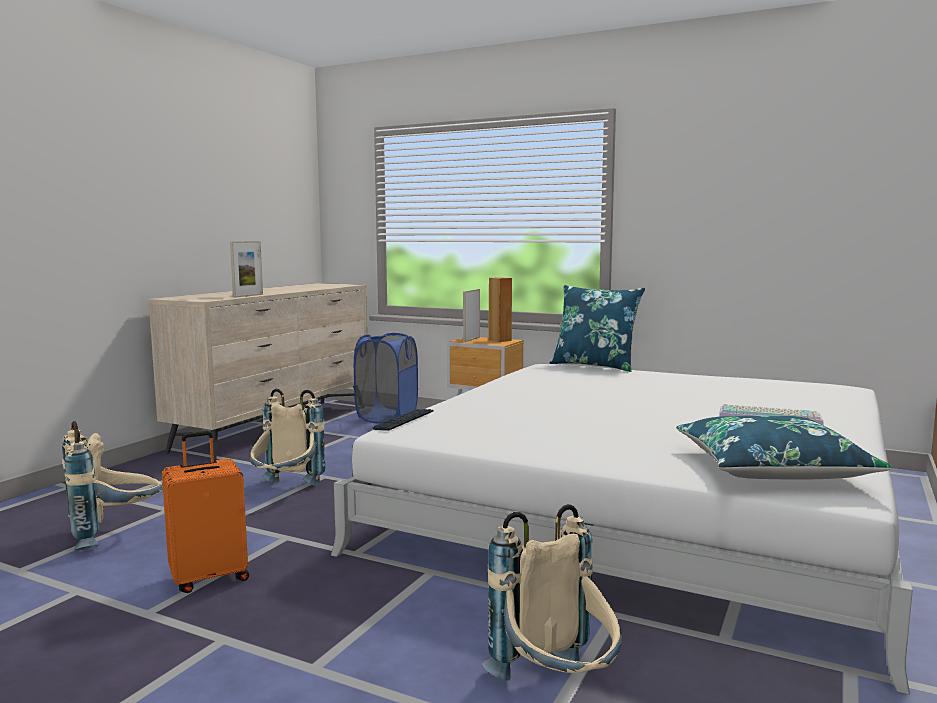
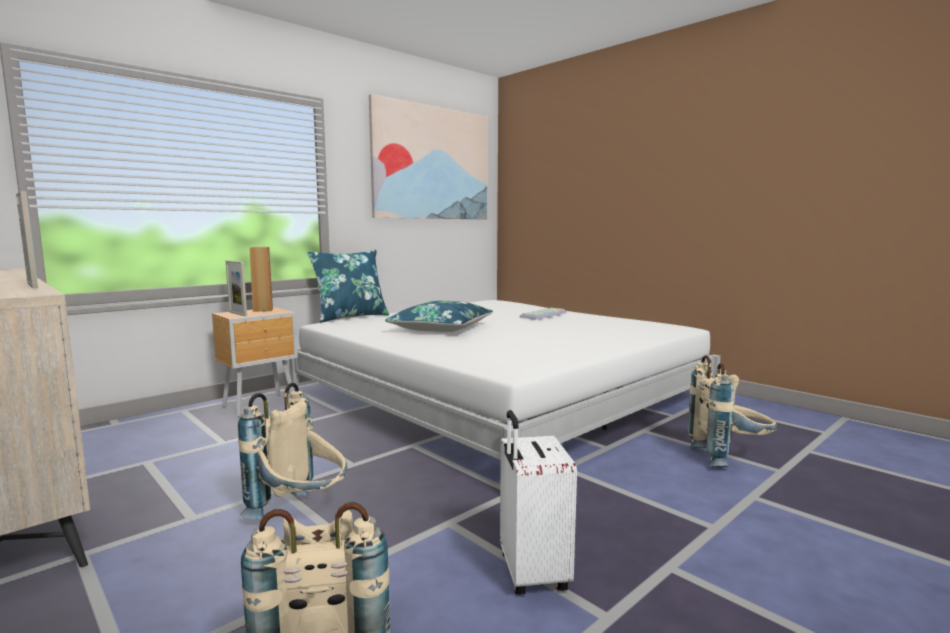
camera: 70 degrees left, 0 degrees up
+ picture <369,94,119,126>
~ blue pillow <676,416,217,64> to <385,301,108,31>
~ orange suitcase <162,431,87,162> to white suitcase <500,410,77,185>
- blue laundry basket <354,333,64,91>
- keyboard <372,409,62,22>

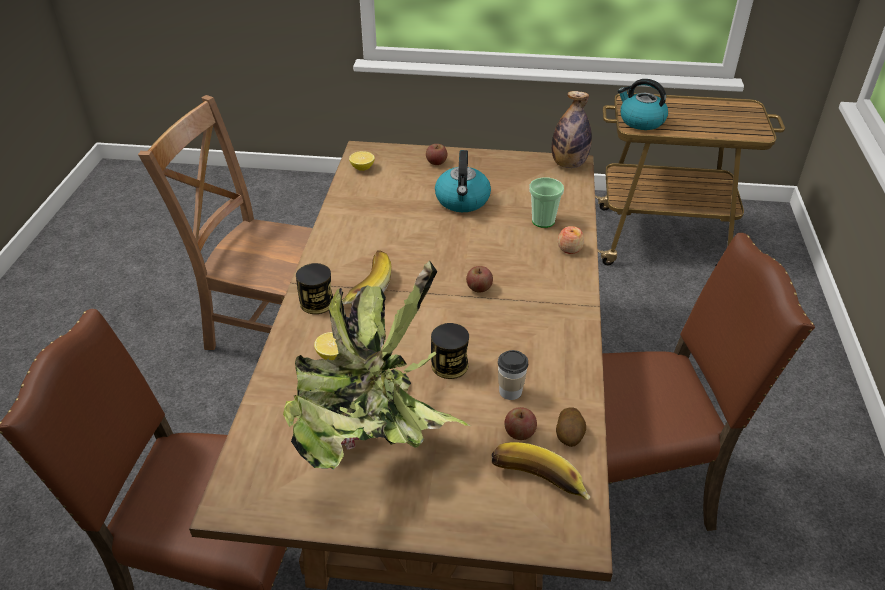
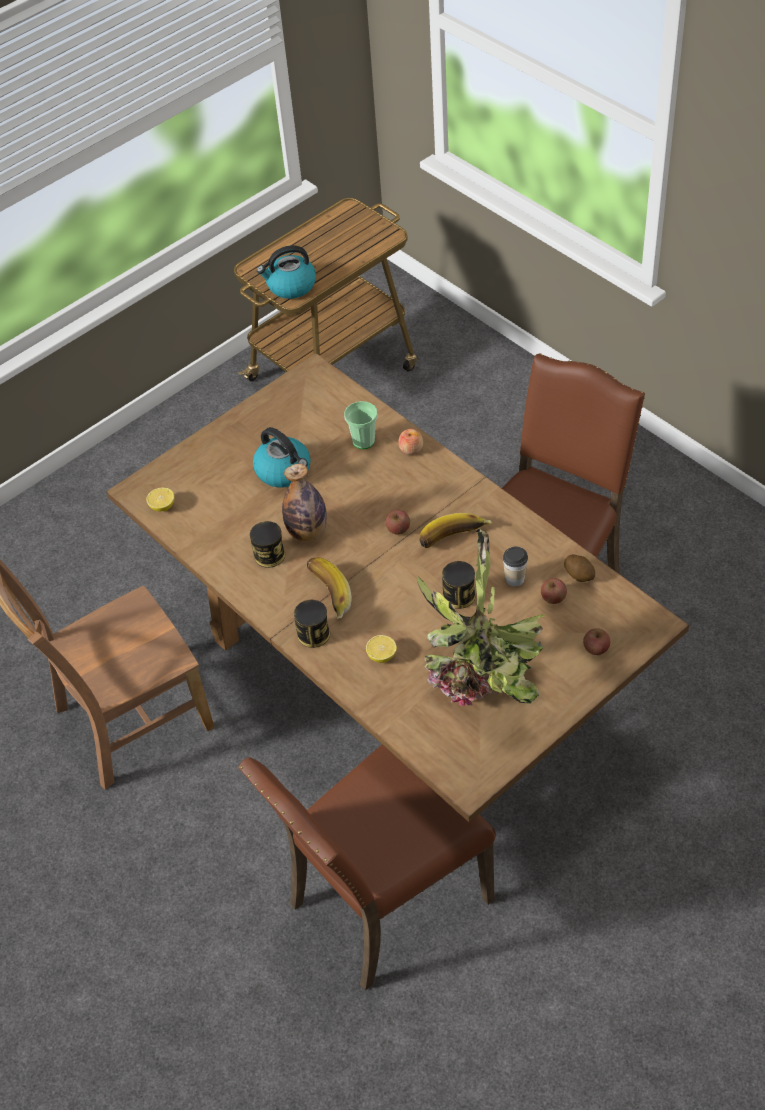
camera: 45 degrees left, 10 degrees up
+ can <250,521,35,47>
~ bottle <552,91,40,77> to <282,464,45,77>
~ banana <492,442,99,58> to <419,513,73,35>
~ apple <426,144,21,21> to <583,628,27,27>

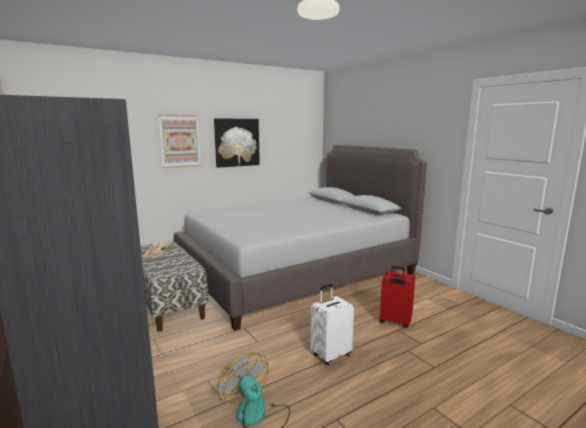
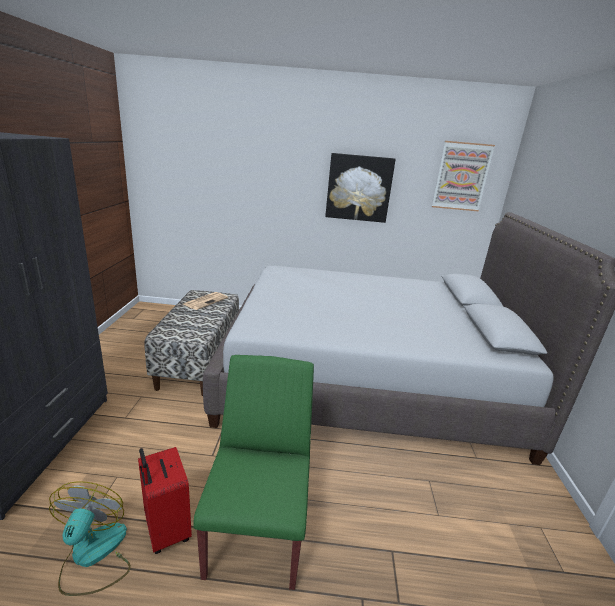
camera: 35 degrees right, 10 degrees up
~ red suitcase <379,266,36,62> to <138,447,54,107>
~ white suitcase <311,284,43,81> to green chair <193,355,121,235>
~ picture <159,115,42,53> to <432,141,63,71>

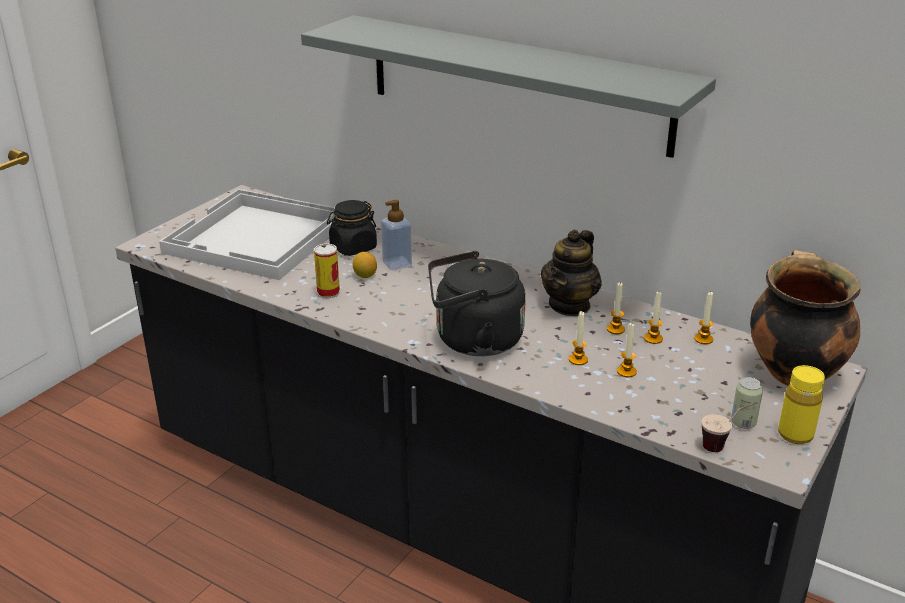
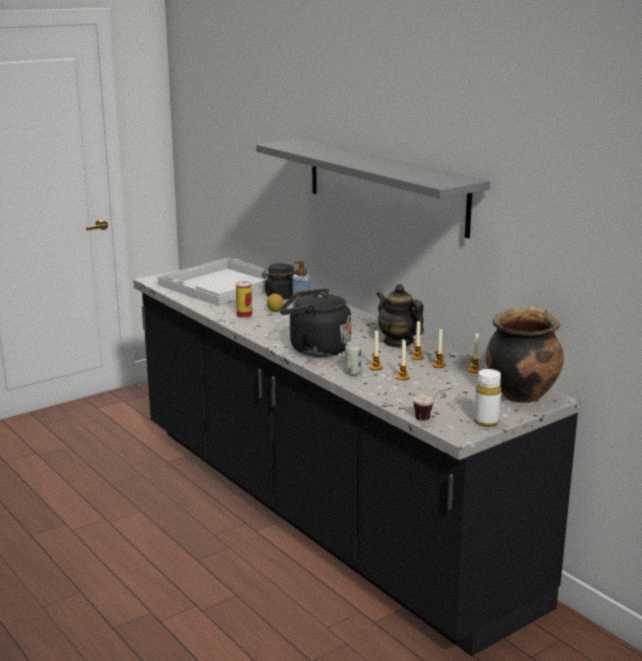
camera: 20 degrees right, 10 degrees down
~ can <731,377,32,52> to <345,341,17,34>
~ teapot <541,230,61,86> = <376,284,48,63> 90 degrees clockwise
~ yellow bottle <778,365,47,79> to white bottle <474,369,27,58>

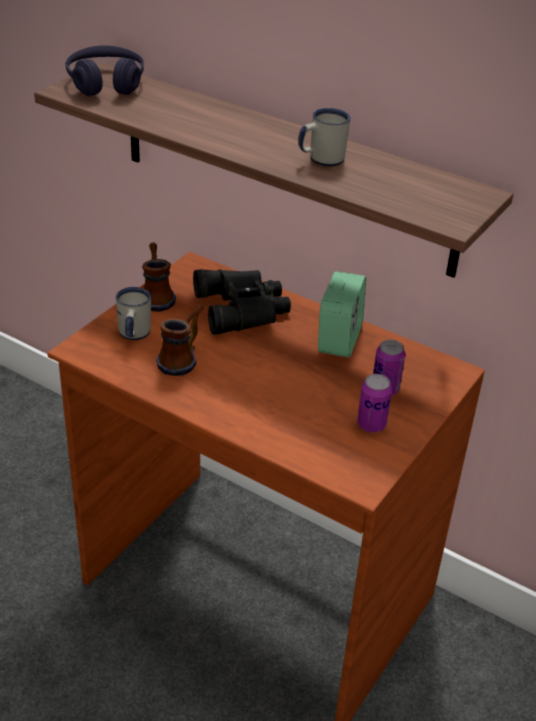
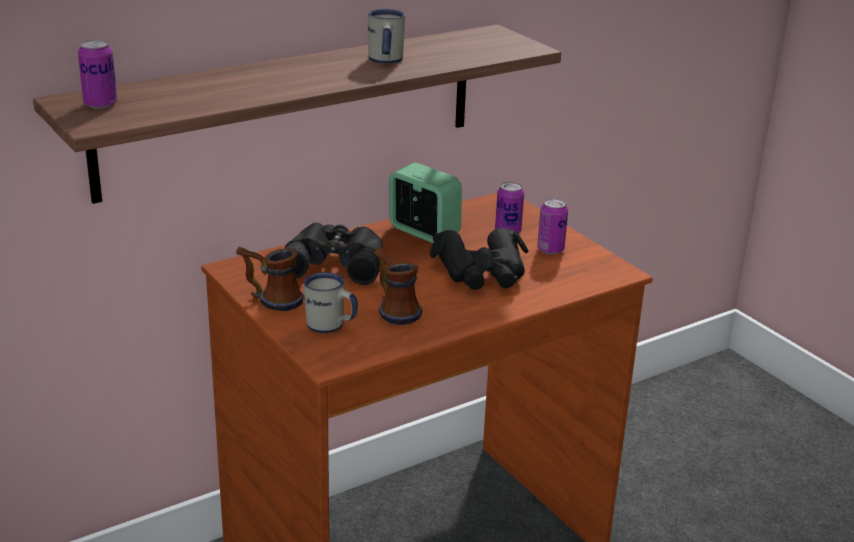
camera: 65 degrees left, 10 degrees down
~ purple headphones <66,45,78,51> to can <78,40,39,69>
+ black binoculars <430,228,99,62>

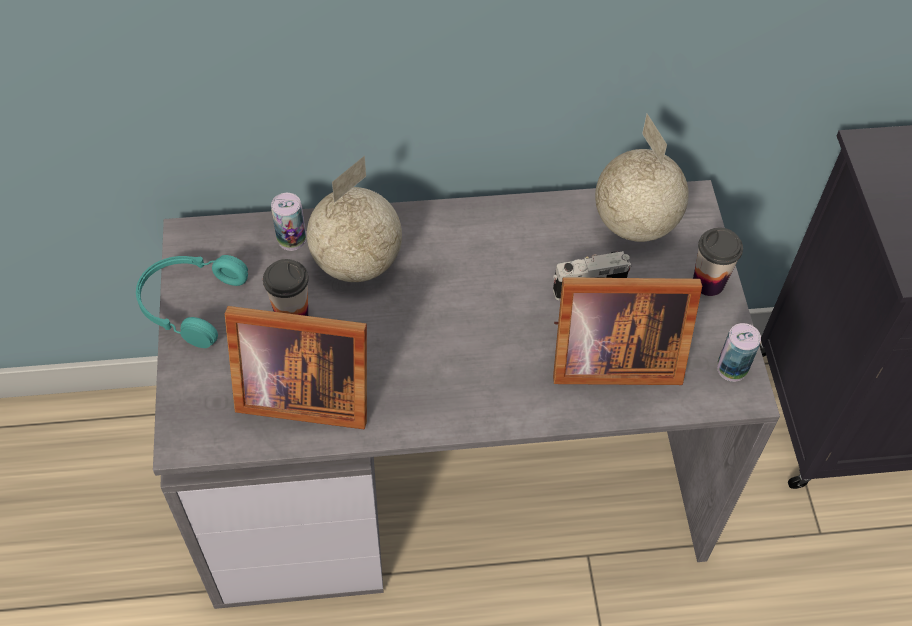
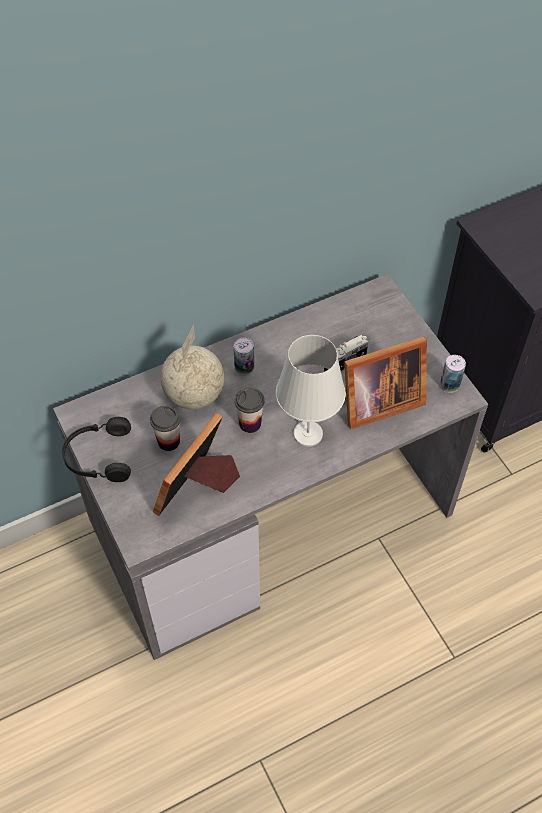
camera: 20 degrees left, 0 degrees up
~ turquoise headphones <136,255,112,93> to black headphones <62,417,69,65>
~ picture frame <225,306,142,123> = <153,413,87,103> 135 degrees clockwise
~ can <271,193,35,58> to <234,338,20,38>
~ cup <693,228,50,68> to <235,387,30,46>
+ white table lamp <276,335,70,112>
- globe <595,114,94,128>

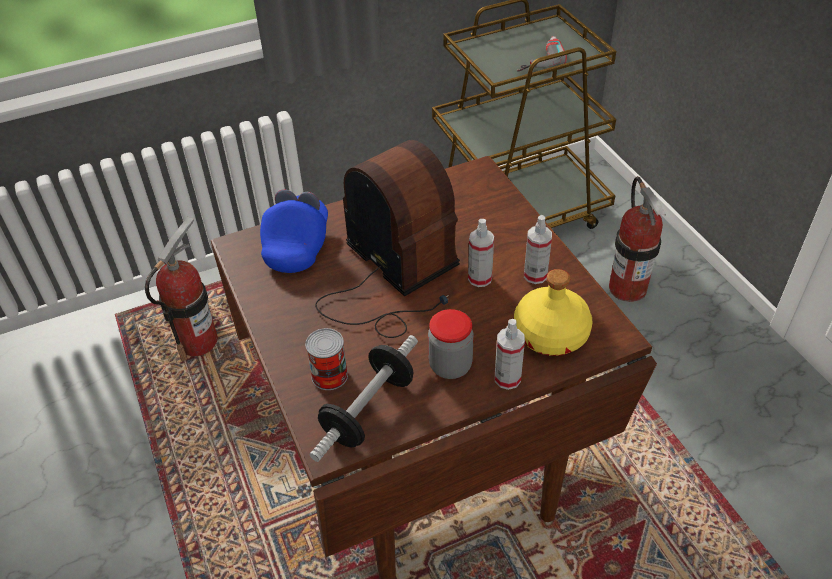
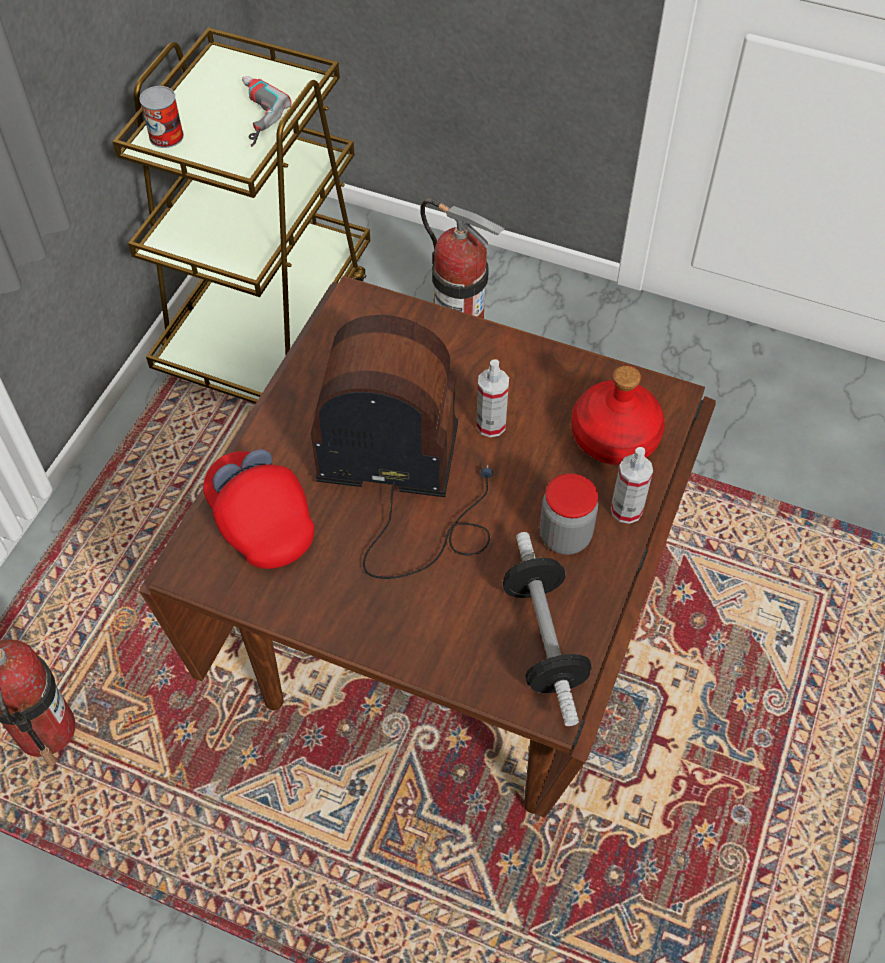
camera: 45 degrees left, 10 degrees up
~ can <305,328,43,62> to <139,86,45,62>
~ blue cap <260,189,68,84> to red cap <203,449,111,120>
~ yellow bottle <514,269,79,87> to red bottle <571,365,94,100>
- spray bottle <524,215,28,69>

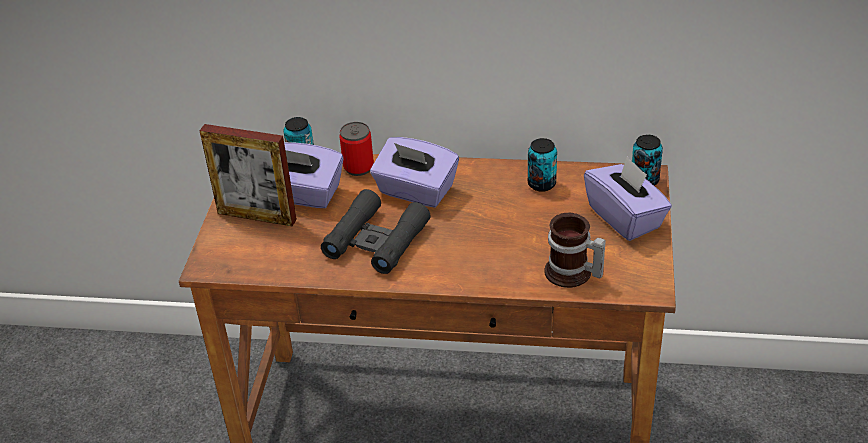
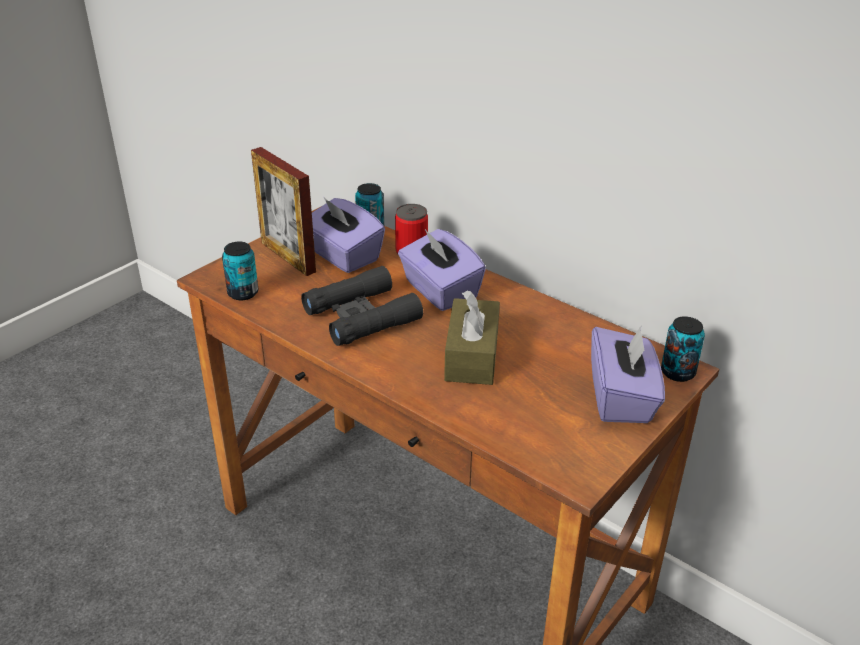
camera: 30 degrees right, 5 degrees down
~ can <528,138,29,54> to <222,242,36,58>
+ brown tissue box <444,291,56,94>
- mug <544,213,62,75>

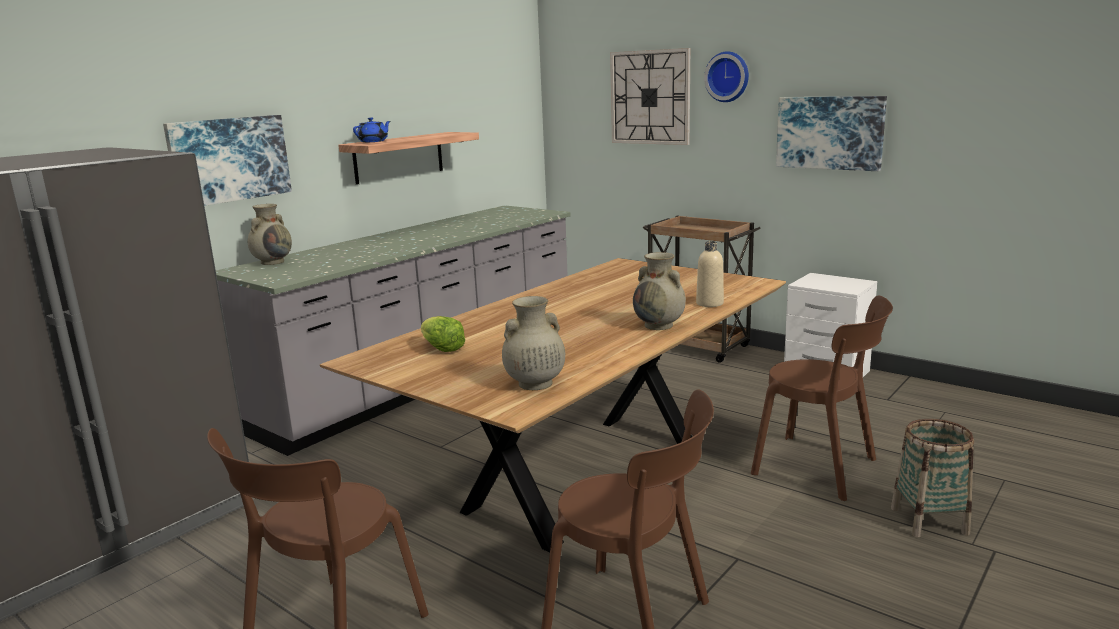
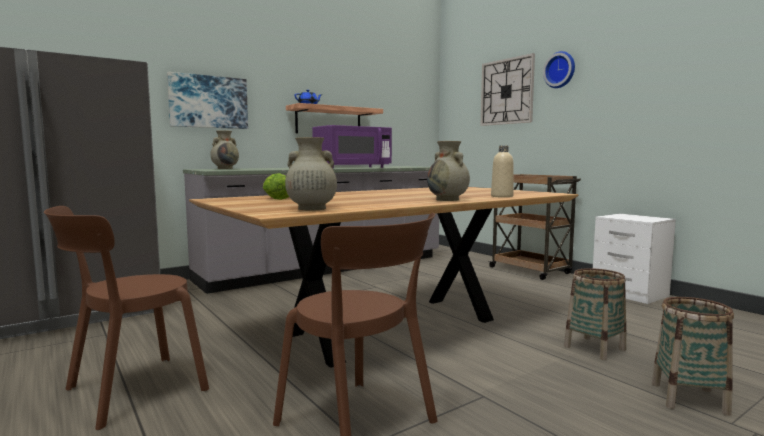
camera: 15 degrees right, 10 degrees down
+ purple microwave <312,125,80,43>
~ brown chair <751,296,142,205> to basket <564,268,62,92>
- picture <776,96,111,75>

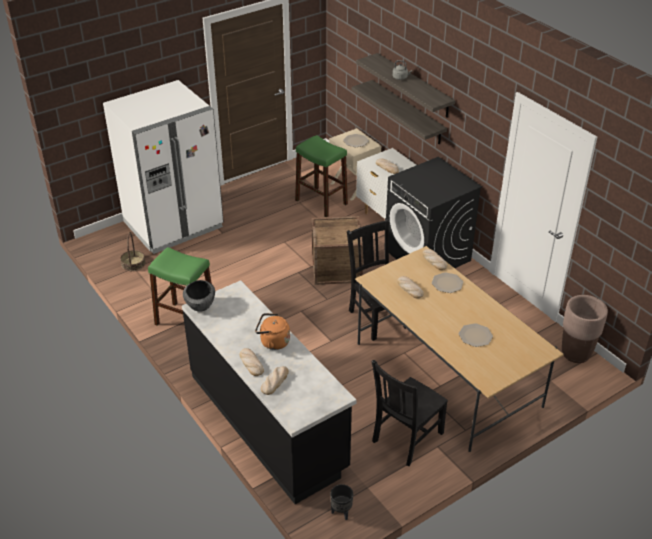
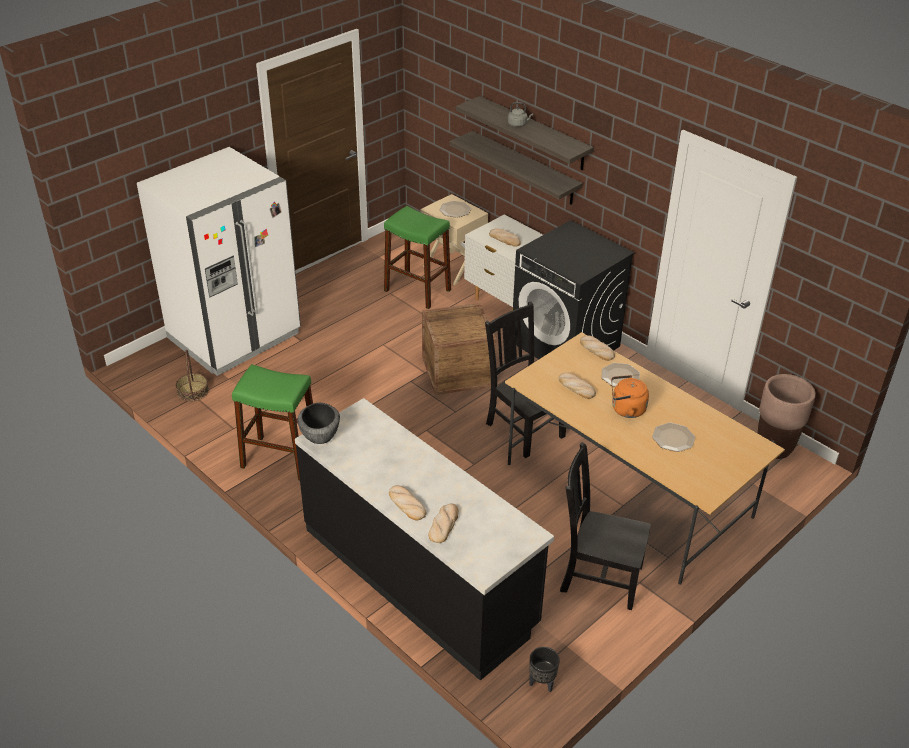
camera: 10 degrees left, 0 degrees up
~ black chair <372,360,76,106> = <560,442,91,168> 75 degrees clockwise
~ orange kettle <255,313,35,37> to <611,375,38,43>

